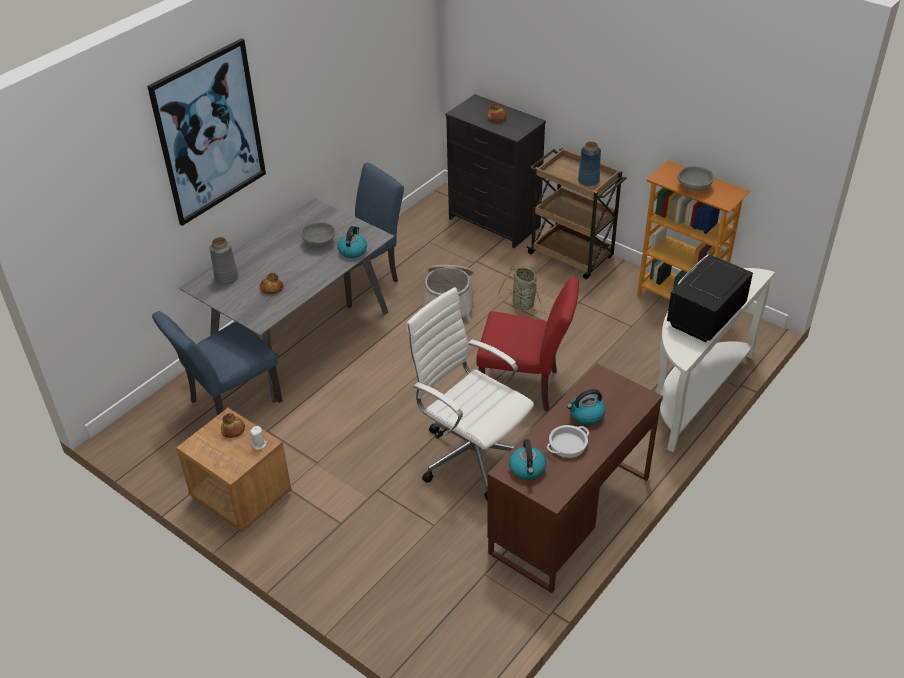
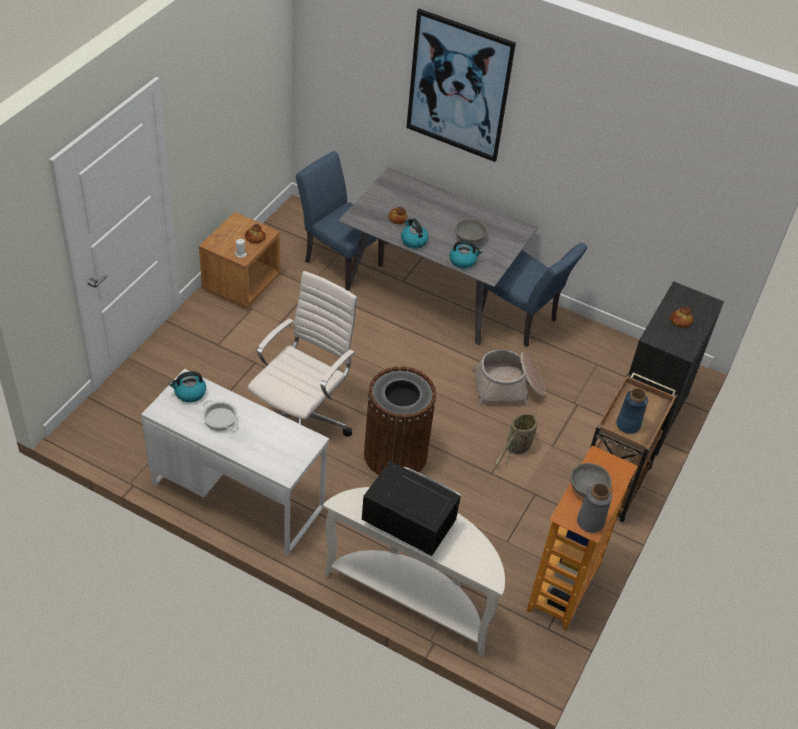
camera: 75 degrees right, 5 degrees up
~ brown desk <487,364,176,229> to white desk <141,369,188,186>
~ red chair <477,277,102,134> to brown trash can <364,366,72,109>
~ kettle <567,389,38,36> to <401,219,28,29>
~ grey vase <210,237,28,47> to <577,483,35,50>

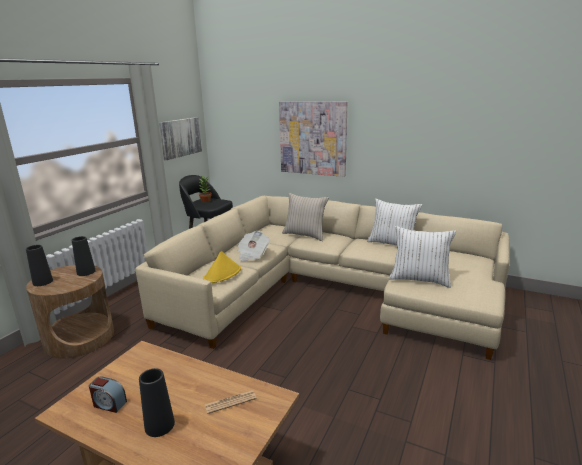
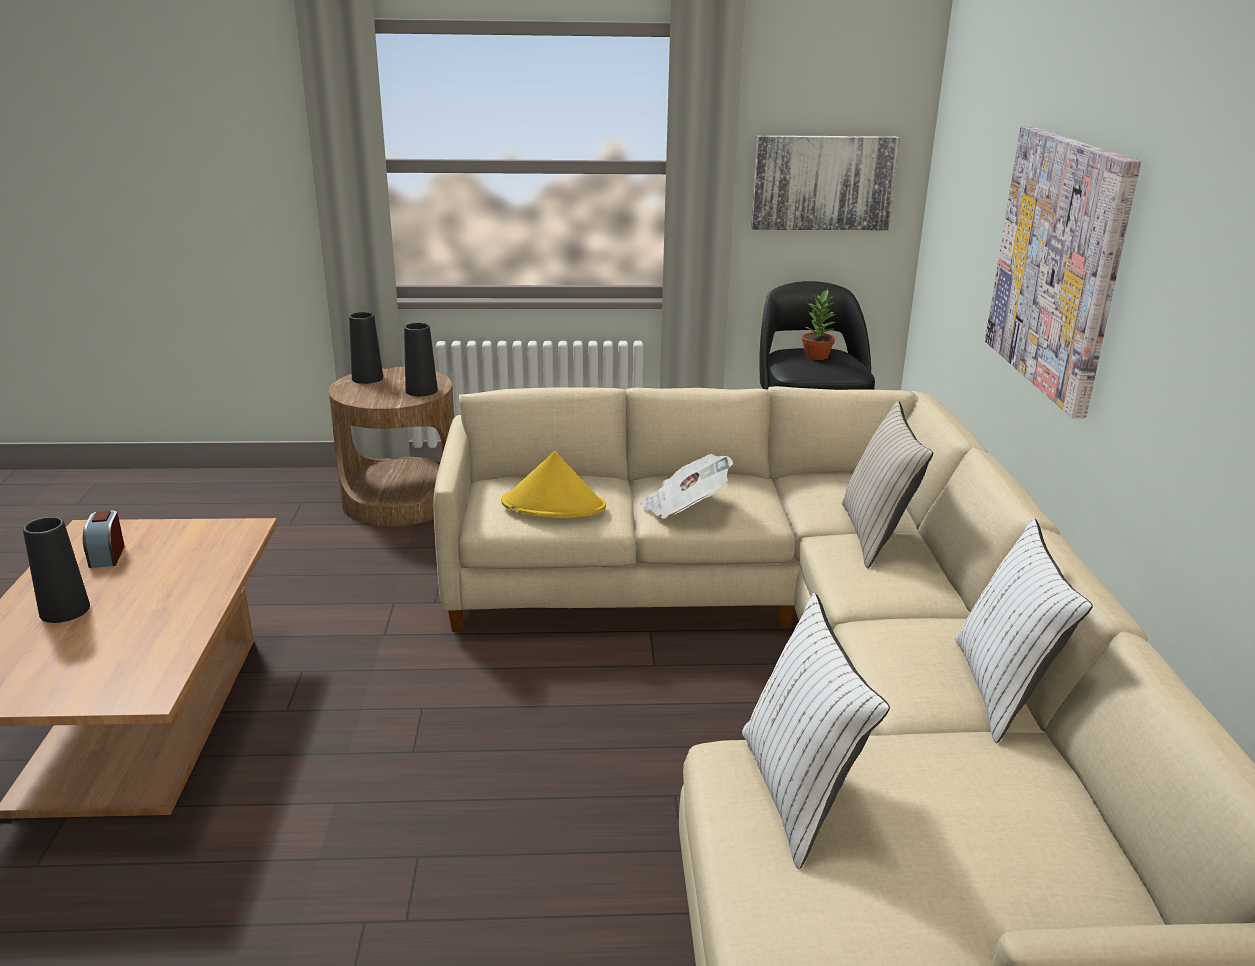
camera: 60 degrees right, 5 degrees up
- newspaper <205,390,52,24>

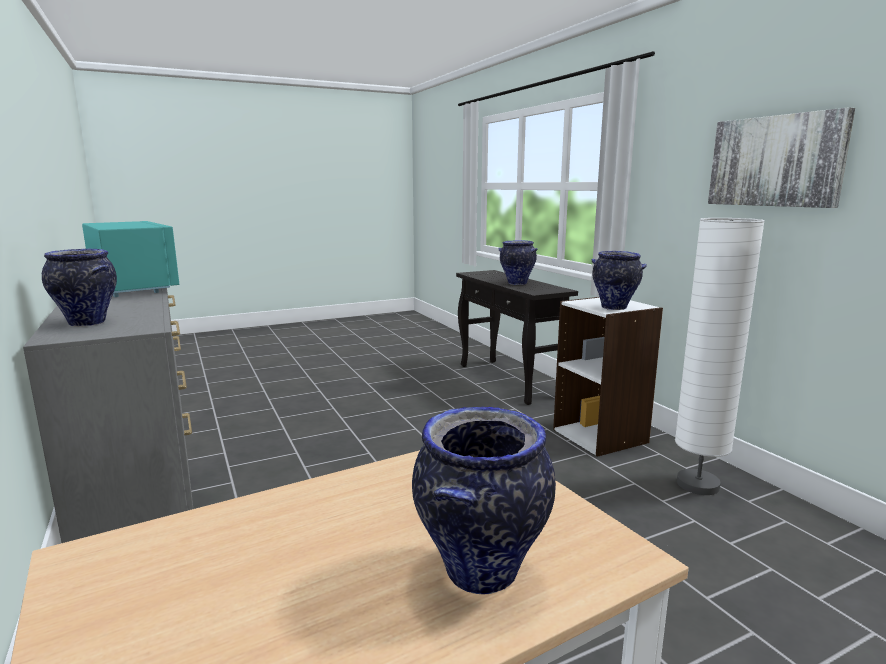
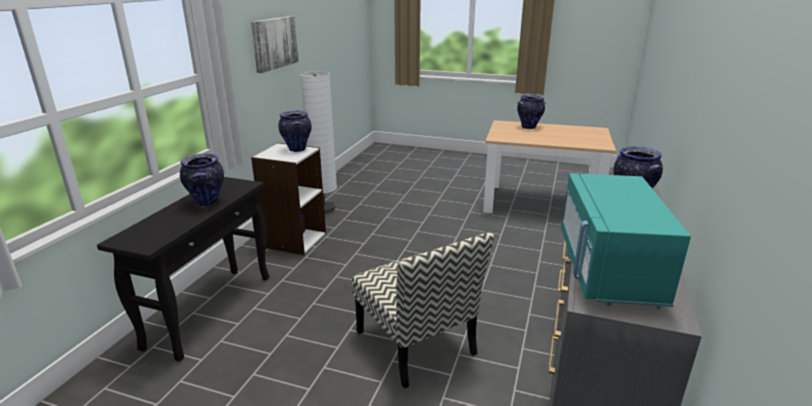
camera: 135 degrees left, 10 degrees up
+ chair <352,232,142,156>

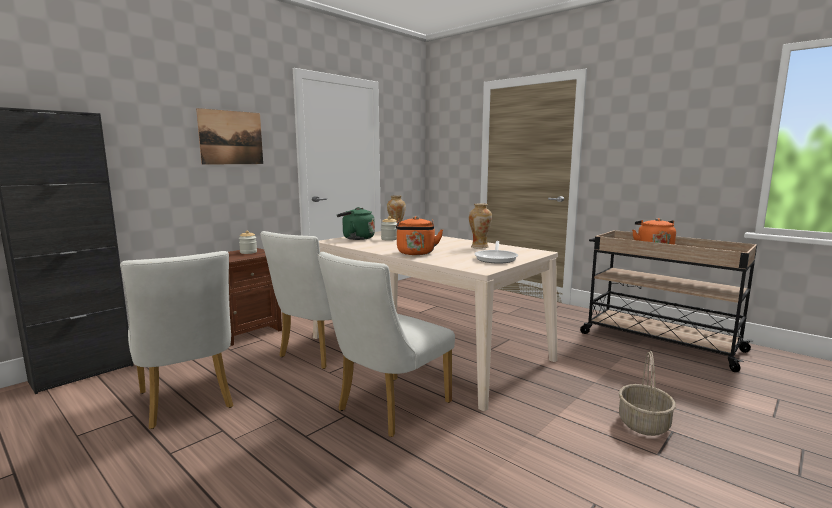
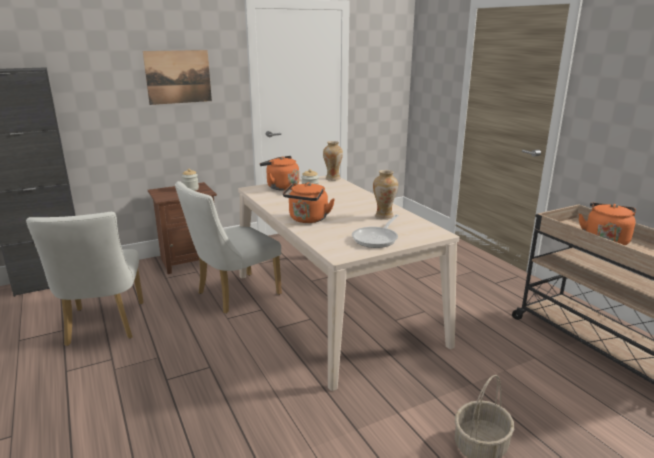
camera: 20 degrees right, 10 degrees up
~ green kettle <337,207,38,33> to orange kettle <260,156,39,34>
- white chair <318,252,137,185>

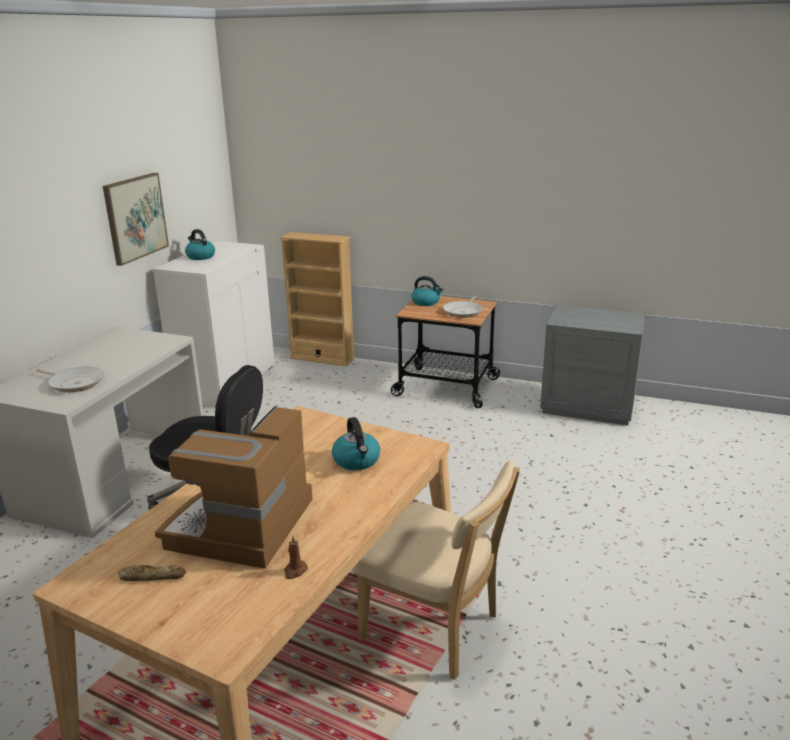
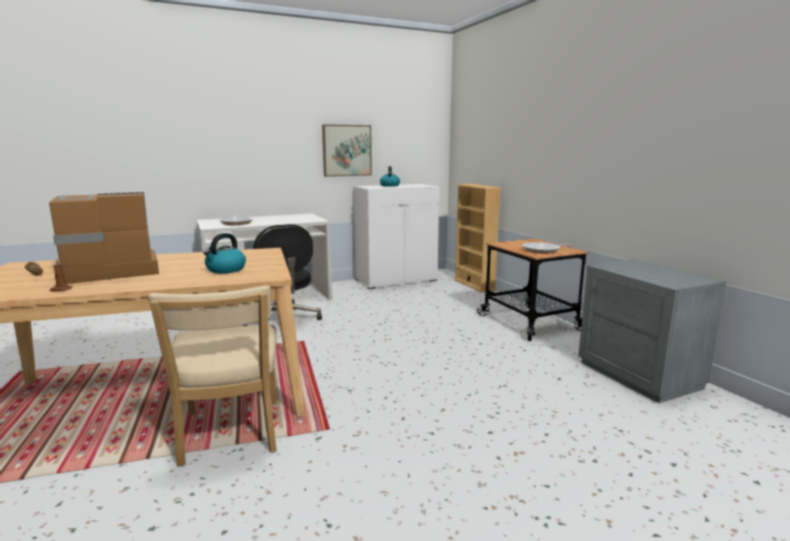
camera: 45 degrees right, 10 degrees down
- kettle <411,276,32,30>

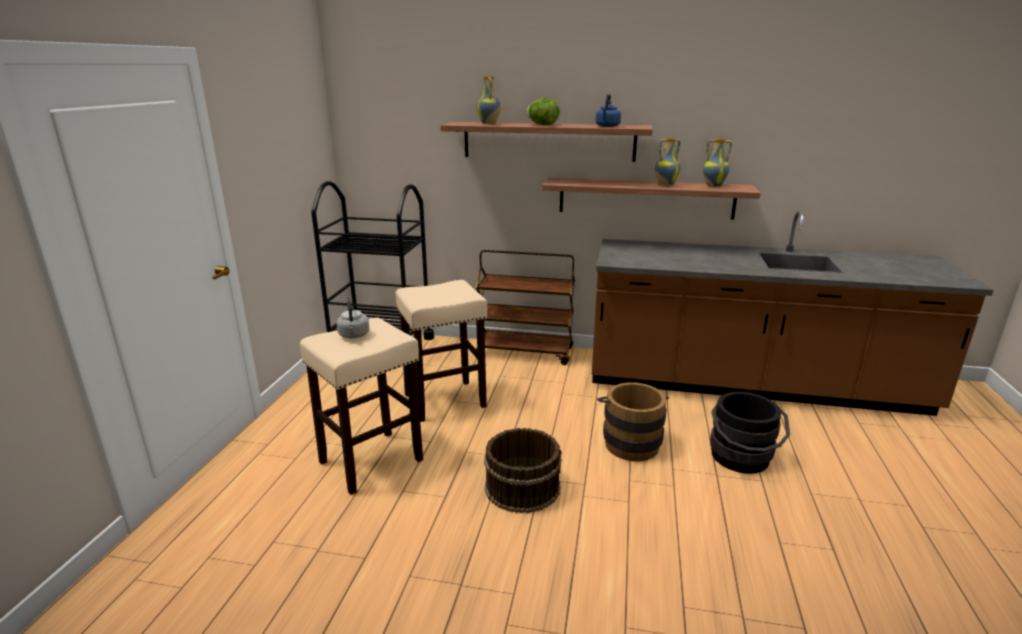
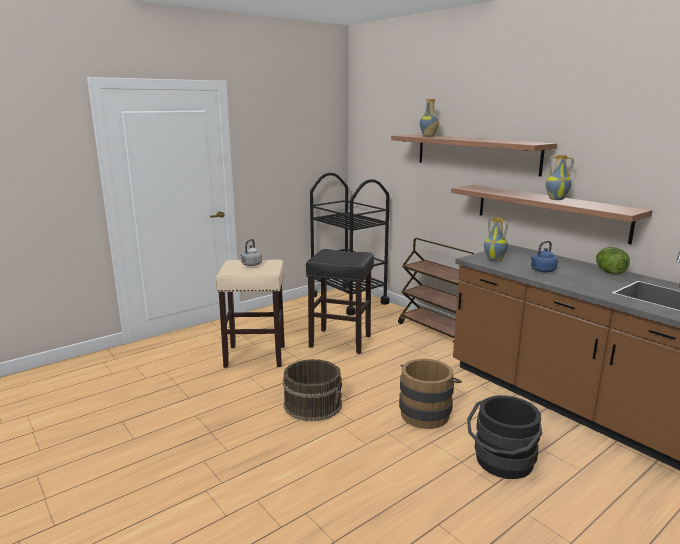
camera: 40 degrees right, 5 degrees down
~ beige stool <396,280,91,142> to black stool <306,249,68,105>
~ vase <703,138,29,49> to <484,217,24,44>
~ blue kettle <596,94,25,33> to <530,241,28,31>
~ lettuce <526,98,34,27> to <596,247,34,28>

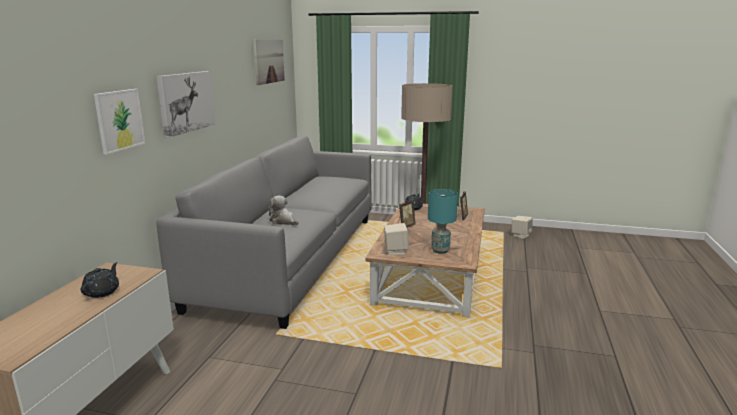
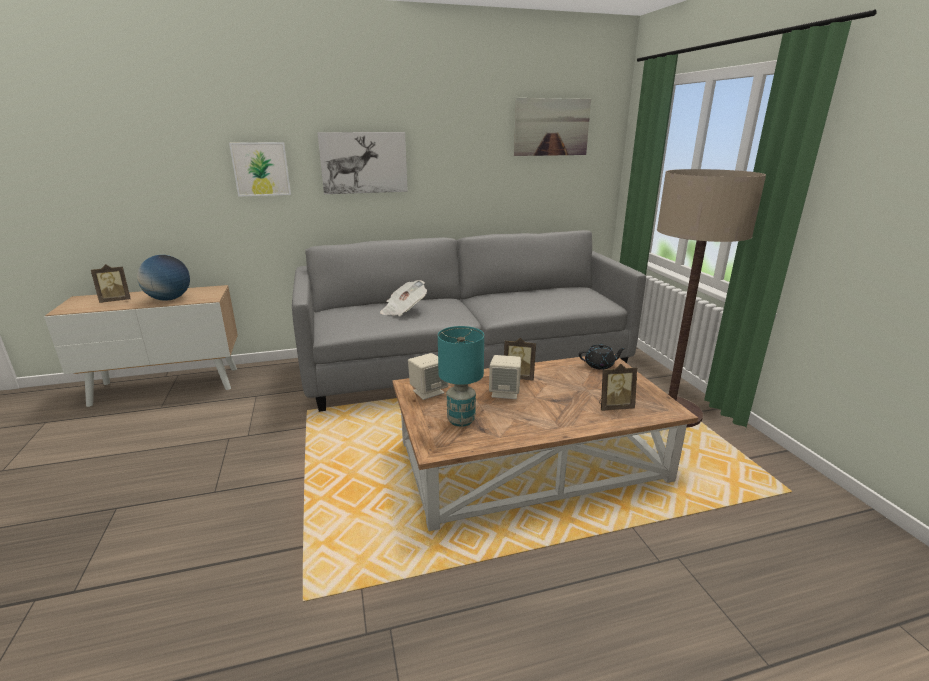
camera: 60 degrees right, 5 degrees up
+ picture frame <91,264,40,39>
~ black teapot <81,262,38,36> to globe <137,255,53,46>
~ plush toy <268,195,31,31> to newspaper <380,280,47,36>
~ beige speaker <512,216,21,23> to <489,355,32,44>

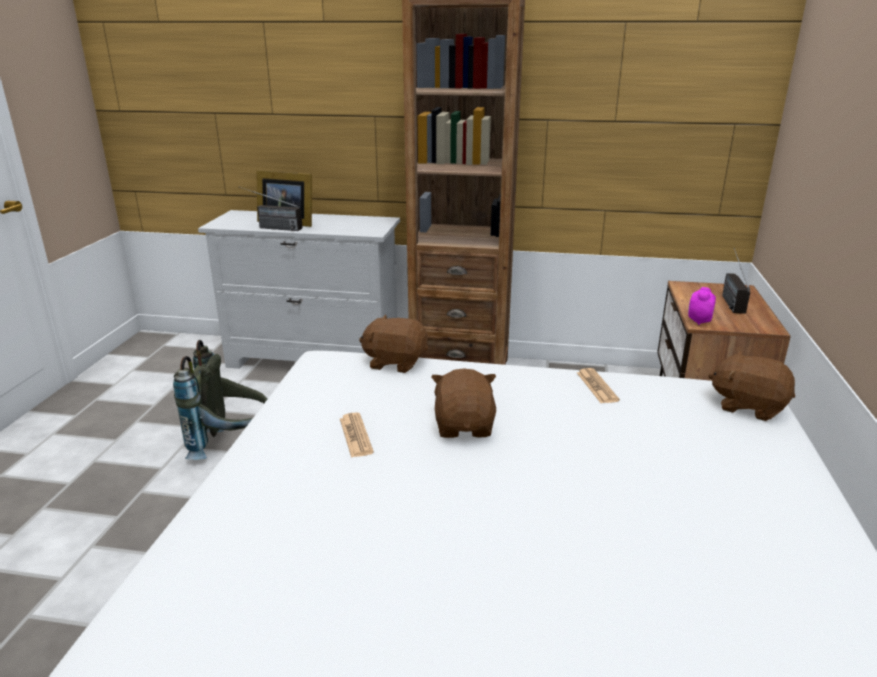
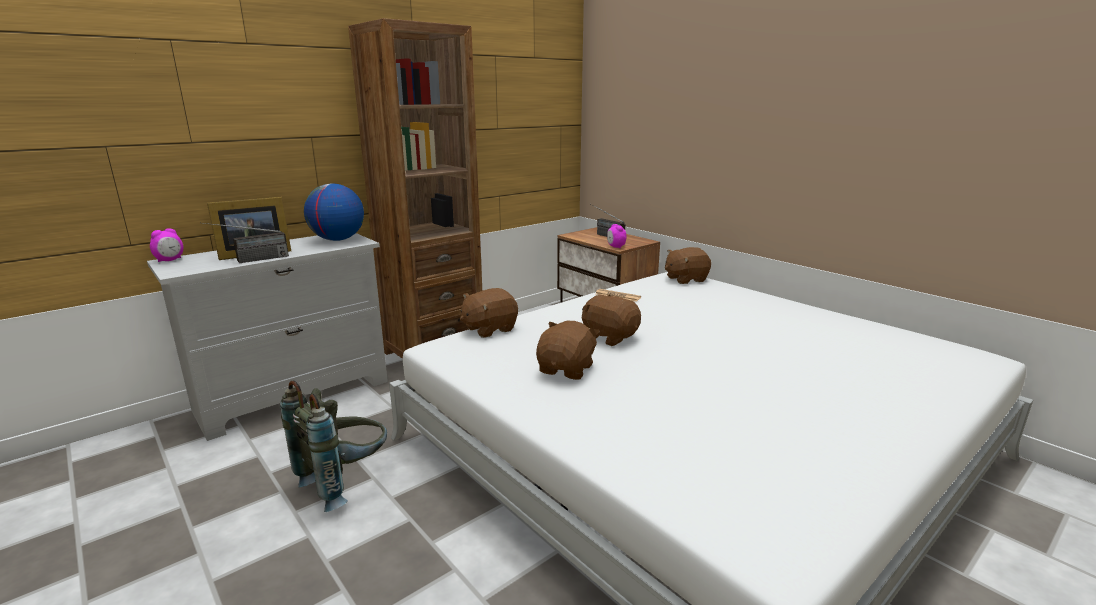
camera: 50 degrees left, 5 degrees down
+ alarm clock <150,228,34,34>
+ globe <304,184,60,57>
~ newspaper <340,413,34,45> to brown plush toy <536,321,64,59>

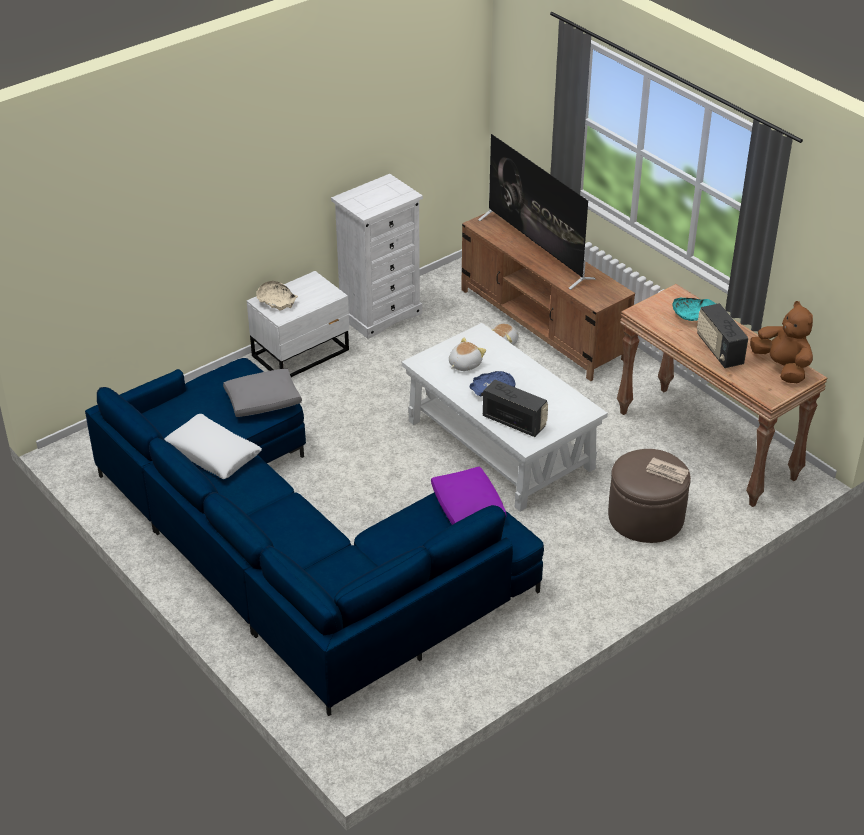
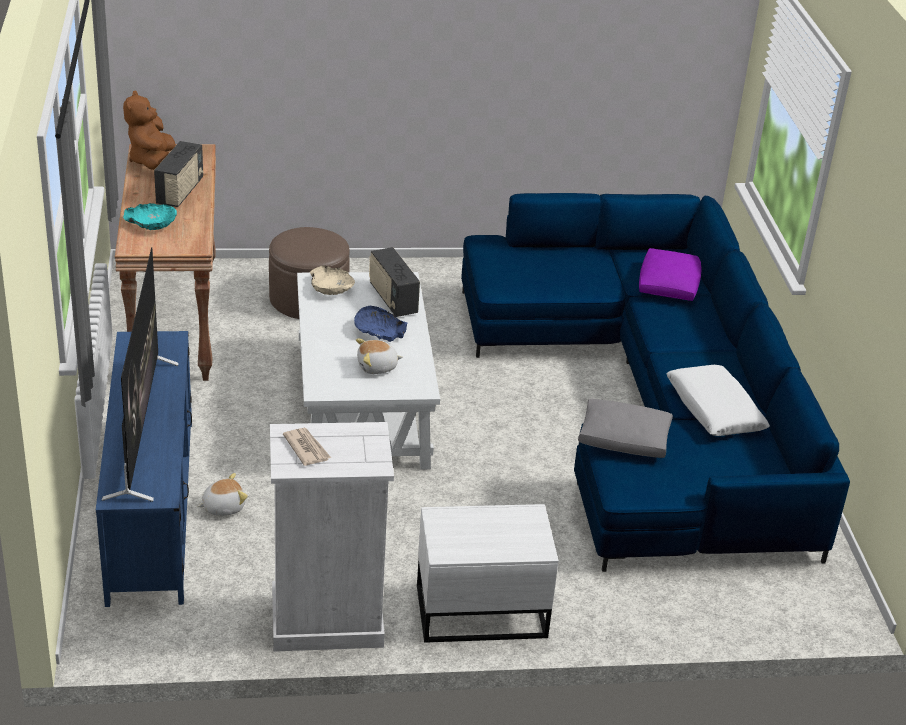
camera: 150 degrees left, 5 degrees down
~ brown tv stand <461,212,174,169> to blue tv stand <96,331,96,276>
~ newspaper <646,458,43,26> to <283,428,48,38>
~ beige bowl <257,281,41,29> to <310,266,45,29>
~ purple pillow <431,466,76,59> to <639,248,63,53>

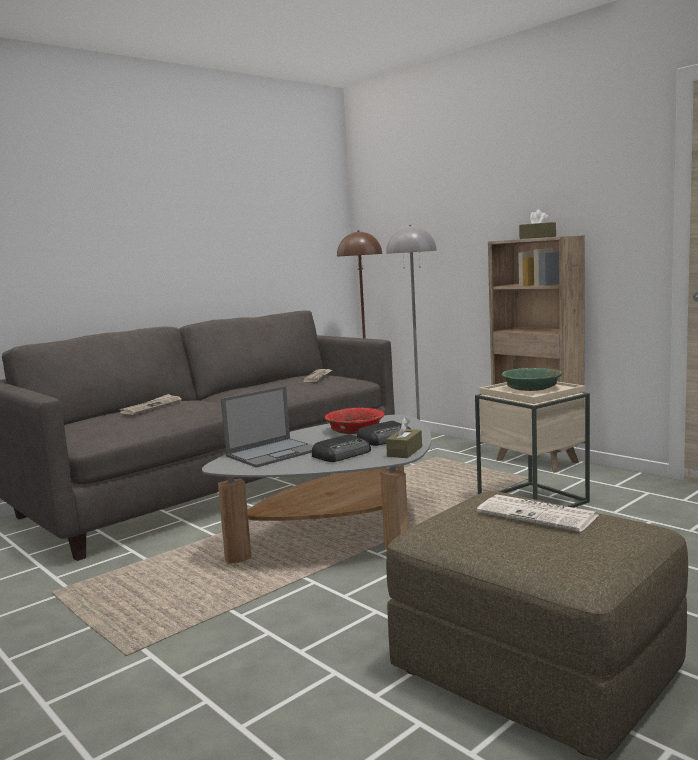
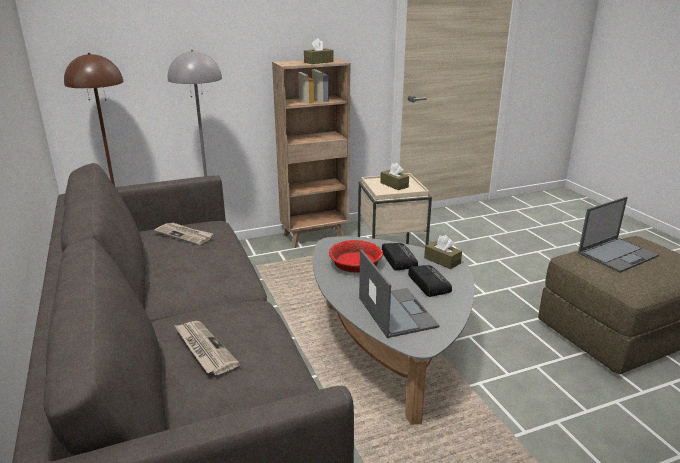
camera: 70 degrees left, 15 degrees up
~ green bowl <502,368,61,23> to brown tissue box <380,163,29,27>
~ newspaper <477,495,122,37> to laptop <578,197,81,76>

